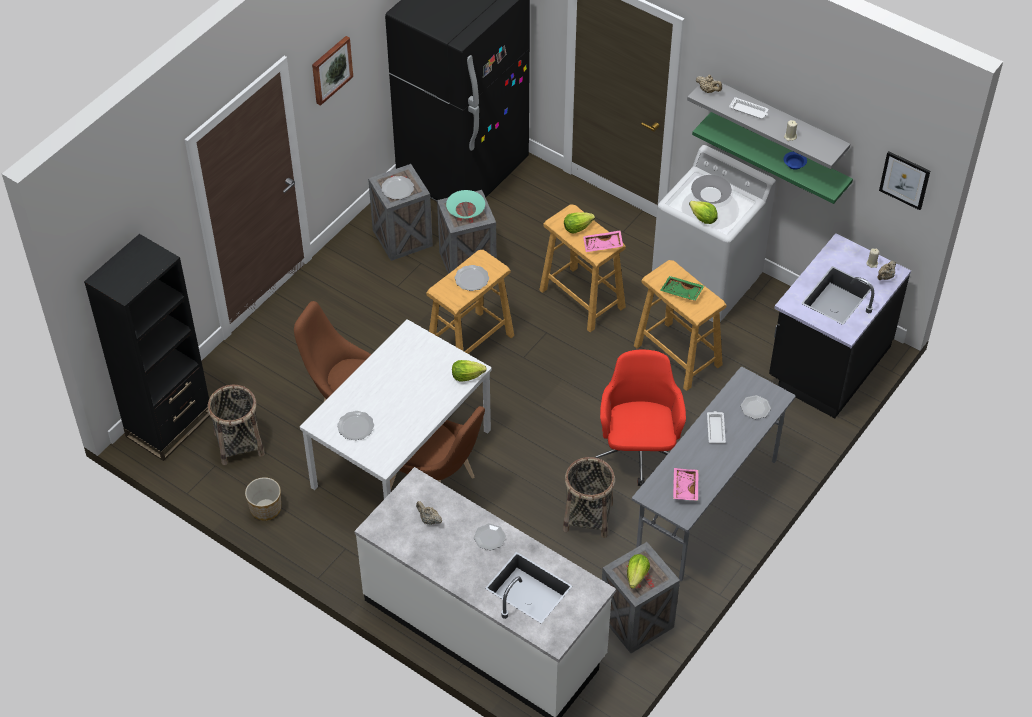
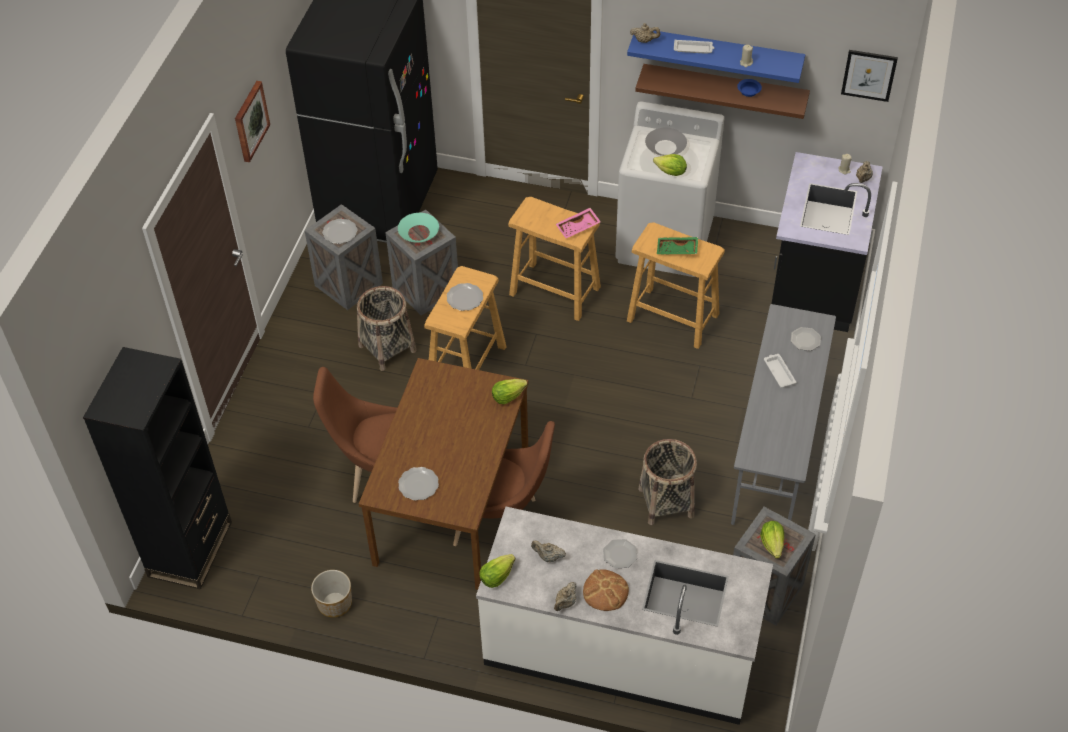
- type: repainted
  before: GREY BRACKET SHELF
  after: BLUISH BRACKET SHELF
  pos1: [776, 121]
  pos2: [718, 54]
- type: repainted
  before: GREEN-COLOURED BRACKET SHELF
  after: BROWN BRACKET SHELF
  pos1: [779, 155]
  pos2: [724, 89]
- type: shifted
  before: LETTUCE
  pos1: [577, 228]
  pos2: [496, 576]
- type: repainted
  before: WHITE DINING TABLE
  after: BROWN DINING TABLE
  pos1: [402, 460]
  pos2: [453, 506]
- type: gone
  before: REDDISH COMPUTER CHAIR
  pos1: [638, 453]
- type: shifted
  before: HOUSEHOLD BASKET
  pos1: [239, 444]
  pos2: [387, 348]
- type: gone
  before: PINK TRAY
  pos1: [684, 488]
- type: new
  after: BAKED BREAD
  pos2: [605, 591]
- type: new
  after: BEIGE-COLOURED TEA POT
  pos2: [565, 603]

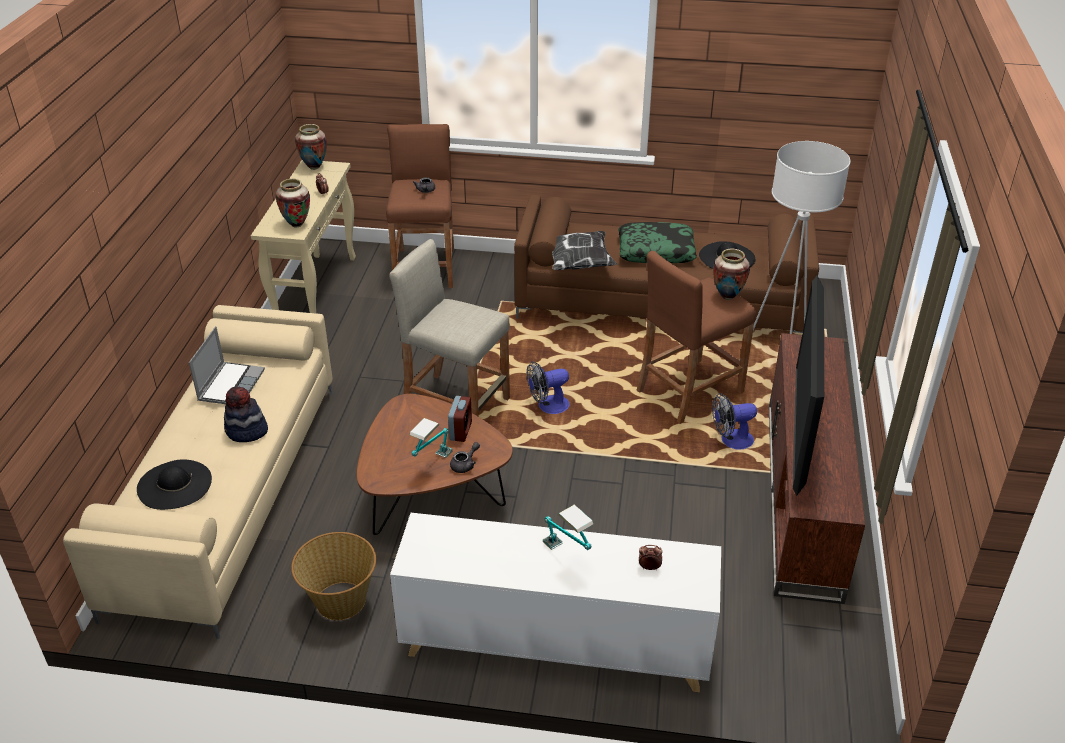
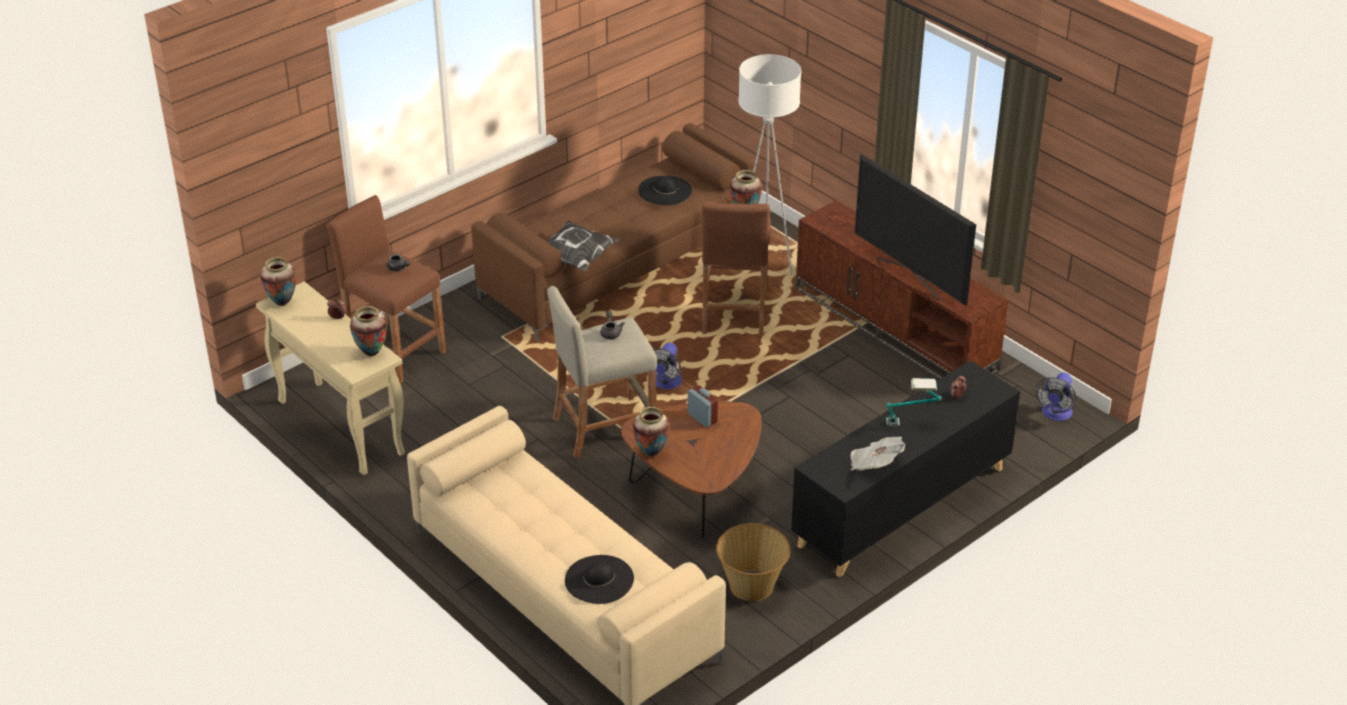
- type: gone
  before: PILLOW
  pos1: [656, 251]
- type: gone
  before: PORTABLE COMPUTER
  pos1: [231, 385]
- type: gone
  before: CLOTHING HAT
  pos1: [246, 431]
- type: shifted
  before: COOLING FAN
  pos1: [731, 441]
  pos2: [1055, 414]
- type: gone
  before: TABLE LAMP
  pos1: [432, 464]
- type: shifted
  before: GREY TEA POT
  pos1: [465, 465]
  pos2: [611, 332]
- type: repainted
  before: WHITE CUPBOARD
  after: BLACKISH CUPBOARD
  pos1: [555, 645]
  pos2: [901, 507]
- type: new
  after: FLOWER VASE
  pos2: [651, 453]
- type: new
  after: NEWSPAPER
  pos2: [874, 464]

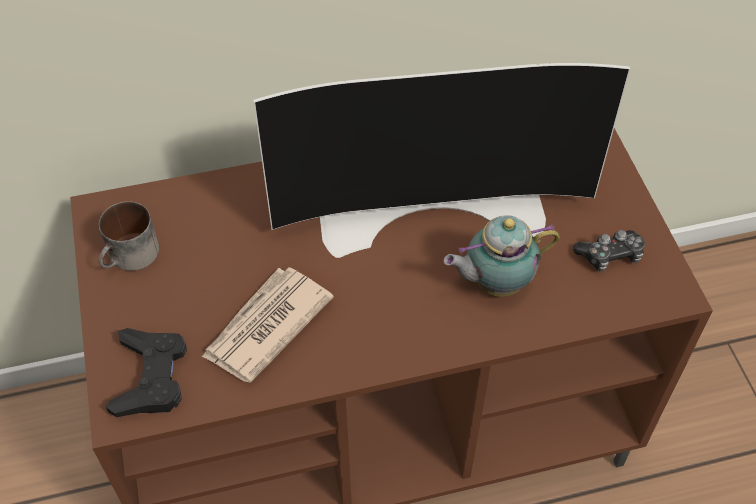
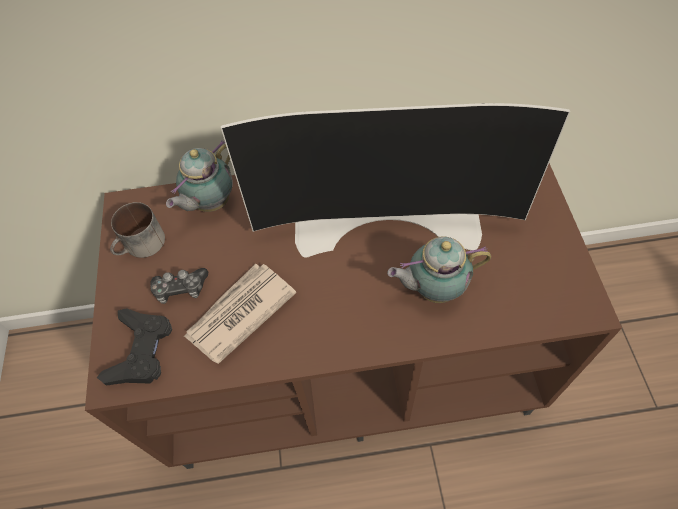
- type: shifted
  before: GAMEPAD
  pos1: [610, 255]
  pos2: [181, 289]
- type: new
  after: TEA POT
  pos2: [210, 203]

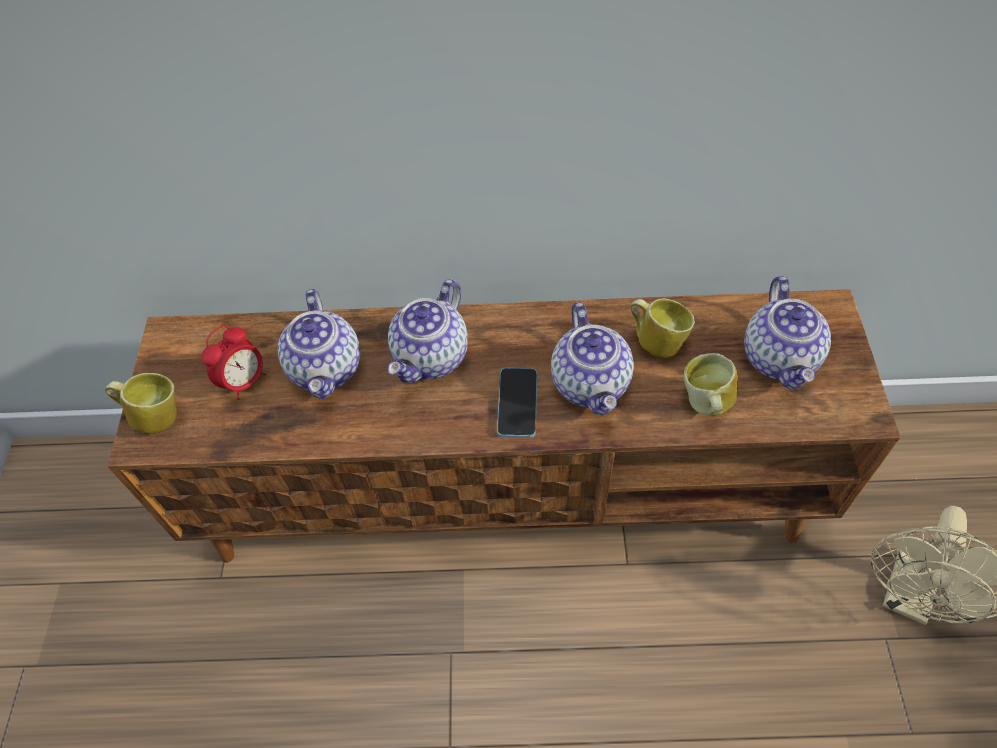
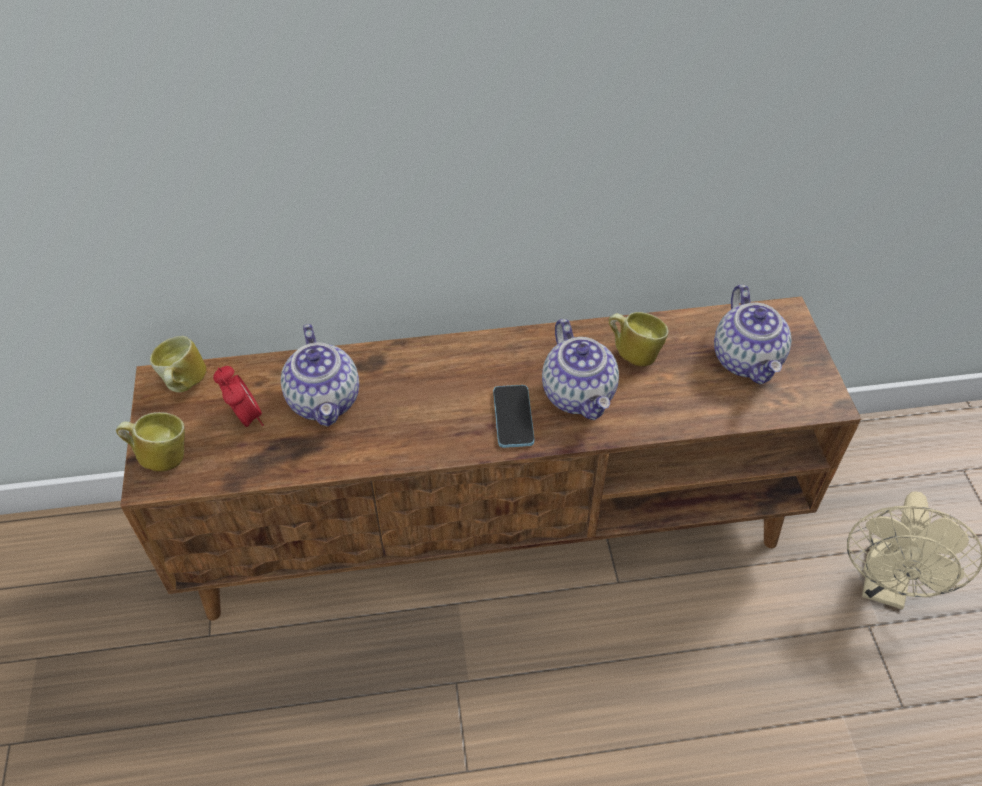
- type: gone
  before: TEA POT
  pos1: [432, 357]
- type: rotated
  before: ALARM CLOCK
  pos1: [244, 381]
  pos2: [245, 418]
  turn: -60
- type: shifted
  before: MUG
  pos1: [705, 405]
  pos2: [183, 385]

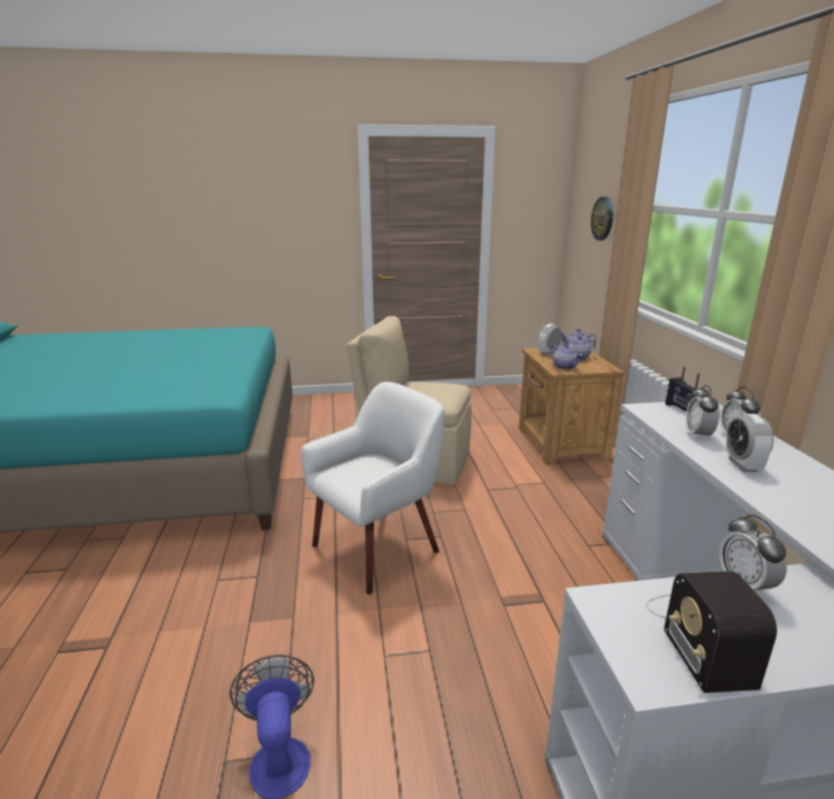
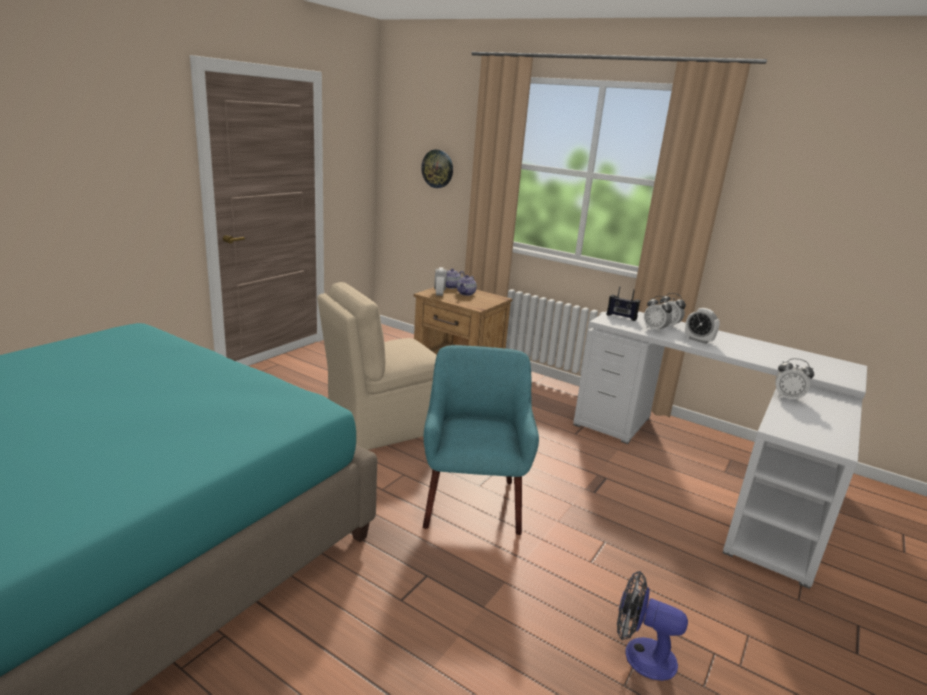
- type: gone
  before: TEA POT
  pos1: [565, 367]
- type: repainted
  before: WHITE ARMCHAIR
  after: BLUE-GREEN ARMCHAIR
  pos1: [377, 548]
  pos2: [472, 502]
- type: gone
  before: RADIO RECEIVER
  pos1: [699, 635]

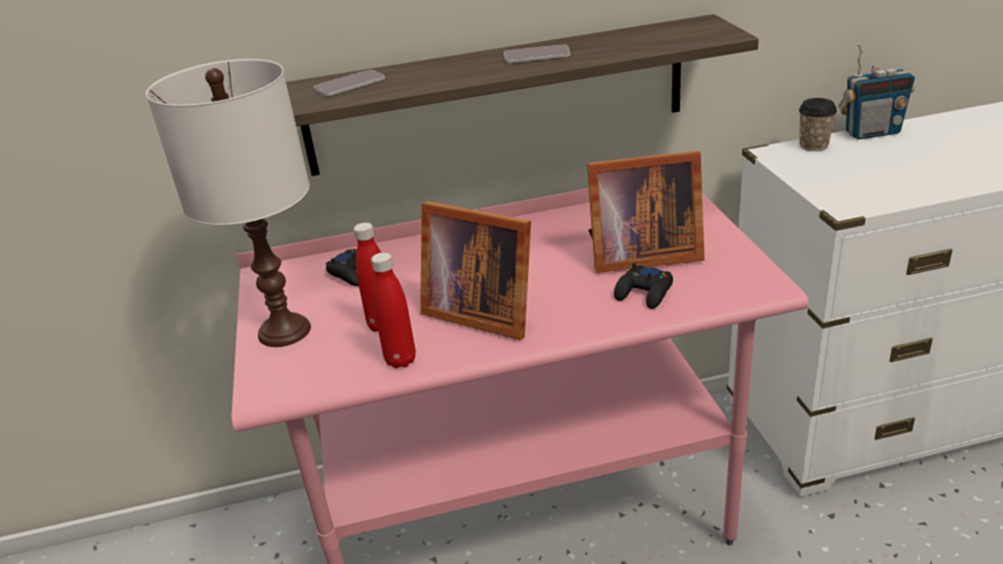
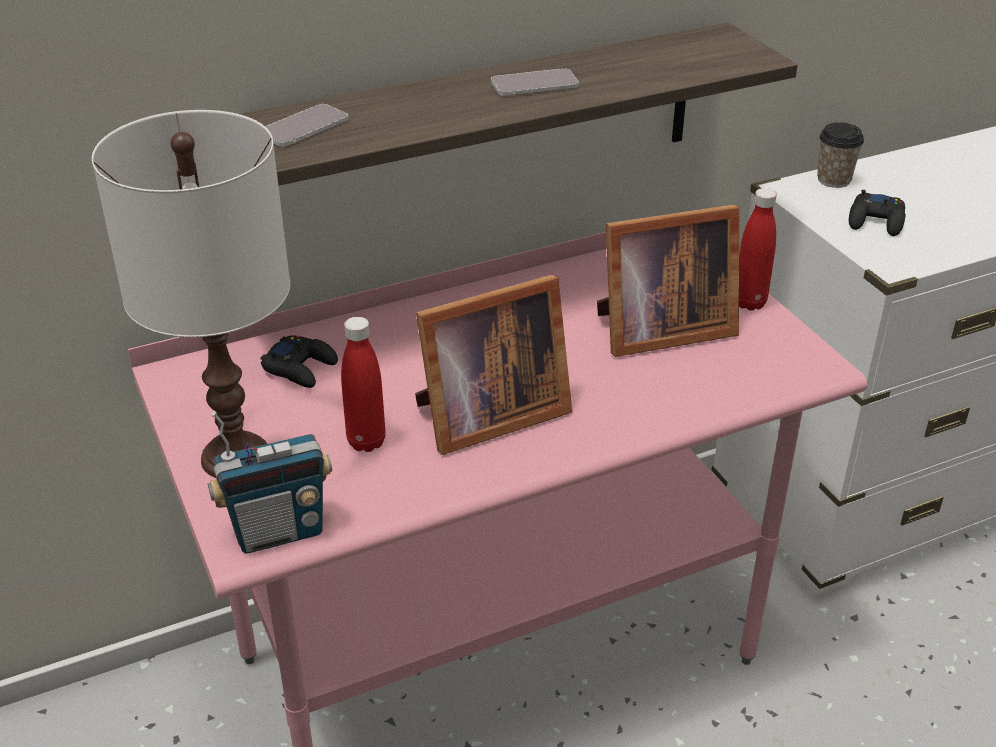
- type: shifted
  before: RADIO RECEIVER
  pos1: [871, 133]
  pos2: [278, 532]
- type: rotated
  before: PHOTO FRAME
  pos1: [479, 312]
  pos2: [485, 416]
  turn: -45
- type: shifted
  before: REDDISH BEVERAGE BOTTLE
  pos1: [400, 360]
  pos2: [749, 303]
- type: shifted
  before: BLACKISH GAMEPAD
  pos1: [644, 293]
  pos2: [876, 221]

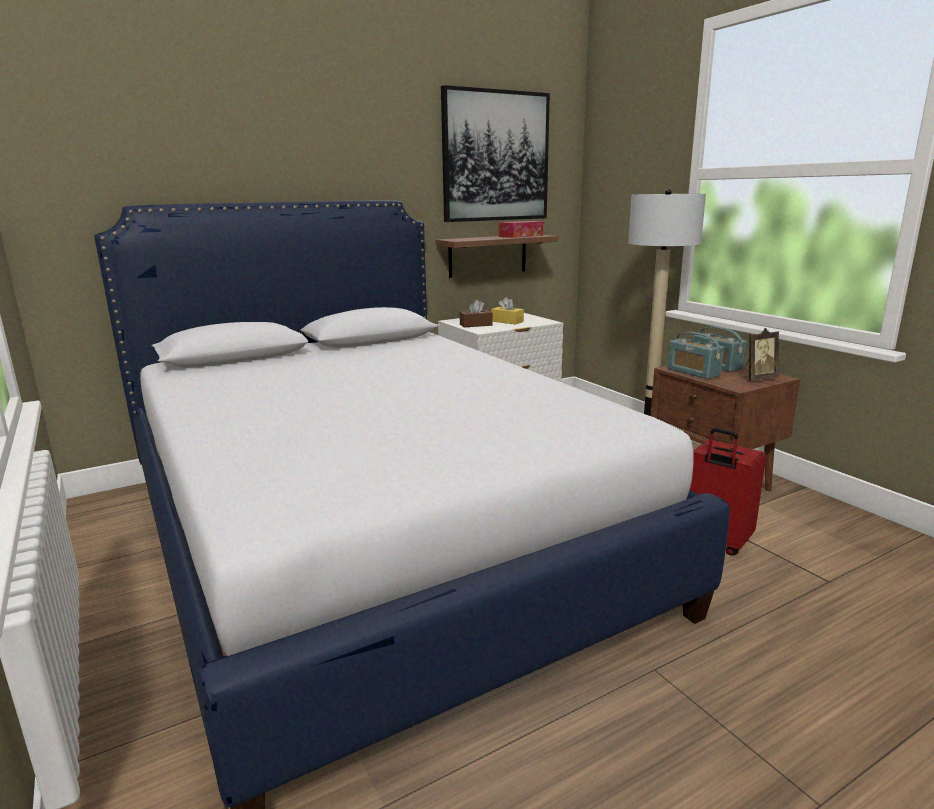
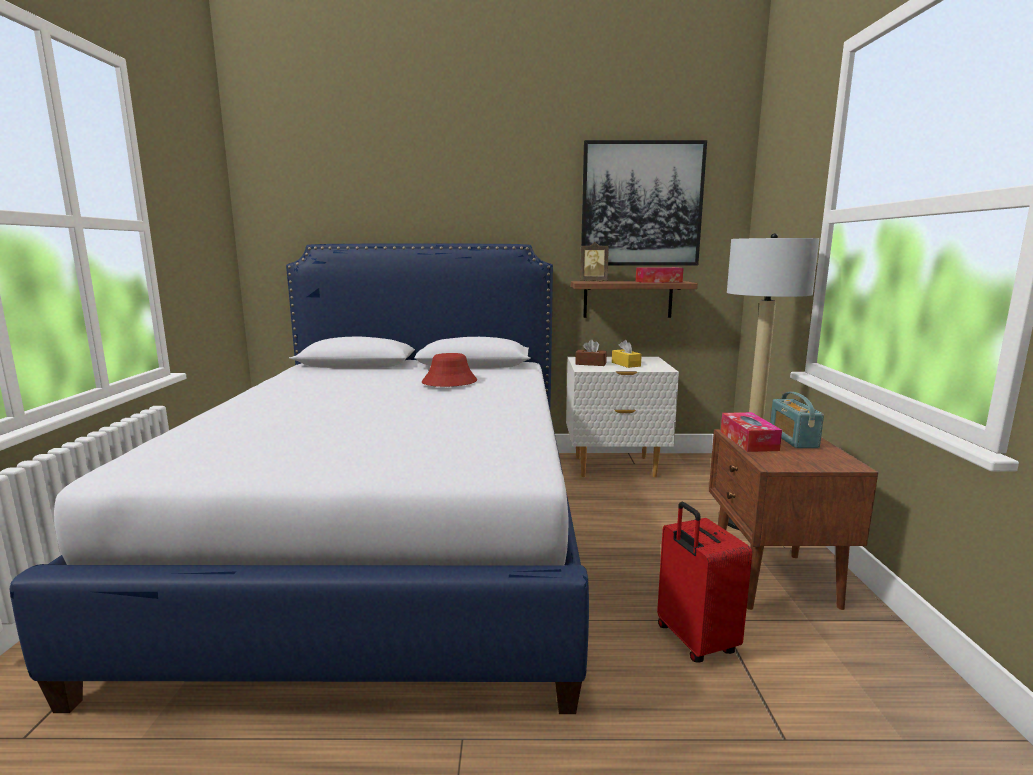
- type: shifted
  before: PHOTO FRAME
  pos1: [757, 379]
  pos2: [593, 281]
- type: swapped
  before: RADIO RECEIVER
  after: TISSUE HOLDER
  pos1: [693, 372]
  pos2: [748, 441]
- type: new
  after: REDDISH CLOTHING HAT
  pos2: [449, 382]

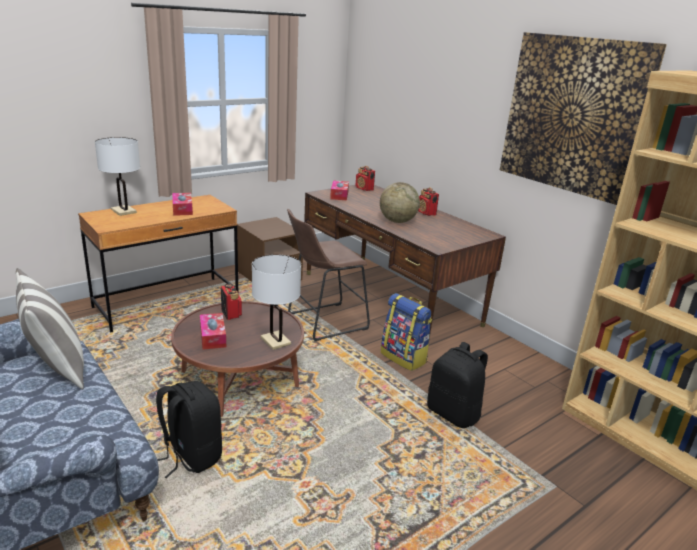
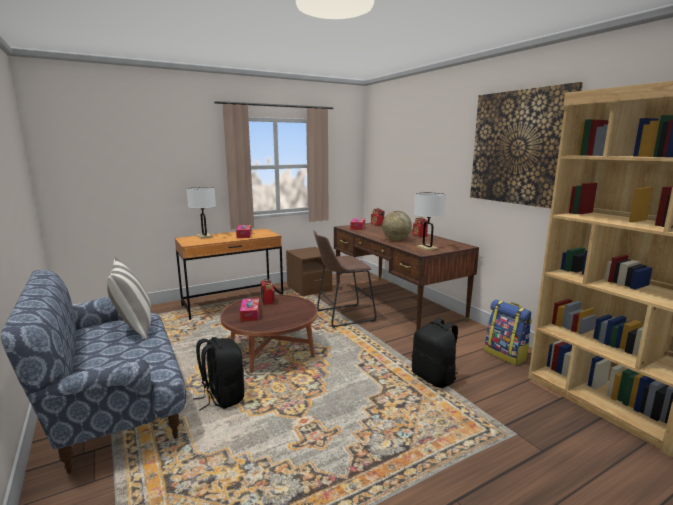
- type: shifted
  before: WHITE TABLE LAMP
  pos1: [276, 341]
  pos2: [427, 248]
- type: shifted
  before: KNAPSACK
  pos1: [404, 358]
  pos2: [506, 355]

